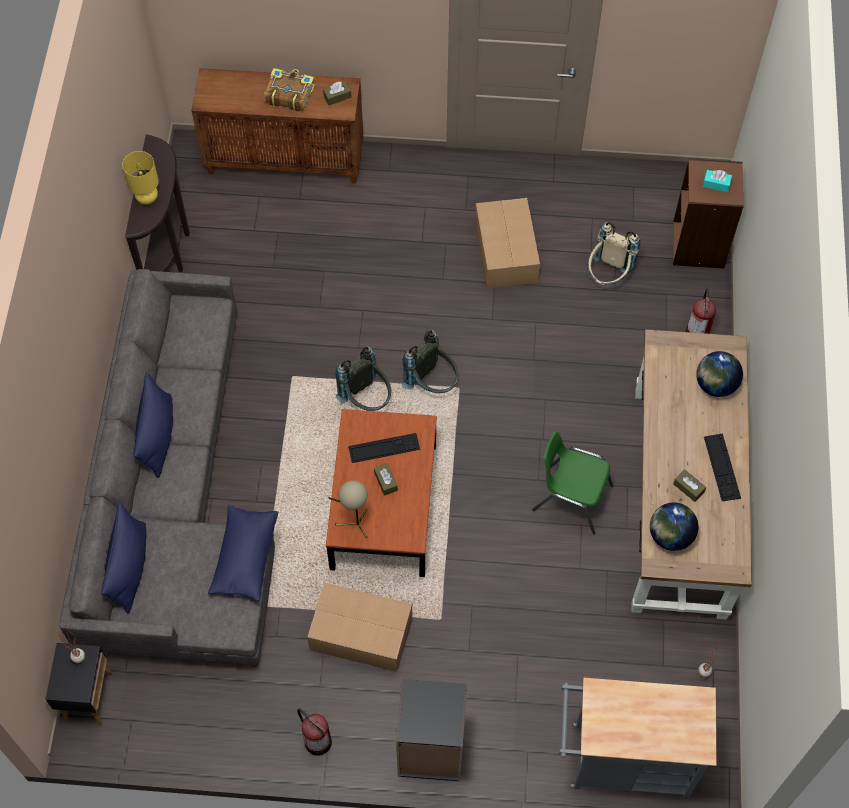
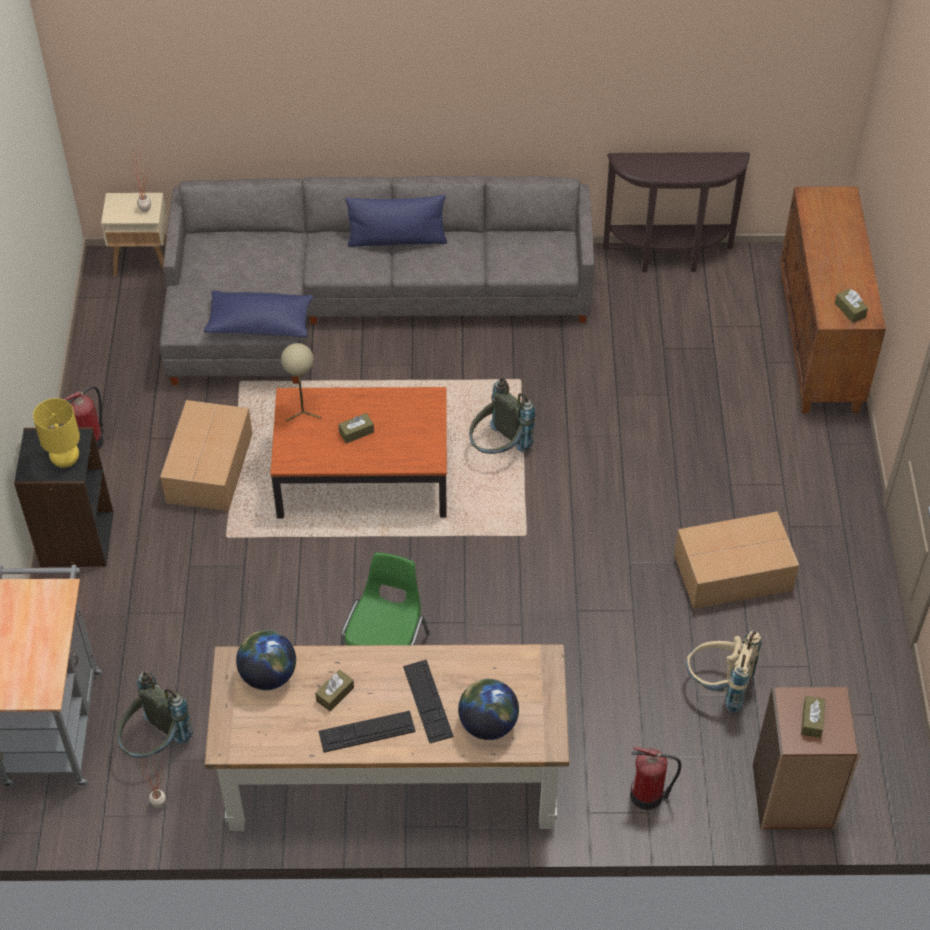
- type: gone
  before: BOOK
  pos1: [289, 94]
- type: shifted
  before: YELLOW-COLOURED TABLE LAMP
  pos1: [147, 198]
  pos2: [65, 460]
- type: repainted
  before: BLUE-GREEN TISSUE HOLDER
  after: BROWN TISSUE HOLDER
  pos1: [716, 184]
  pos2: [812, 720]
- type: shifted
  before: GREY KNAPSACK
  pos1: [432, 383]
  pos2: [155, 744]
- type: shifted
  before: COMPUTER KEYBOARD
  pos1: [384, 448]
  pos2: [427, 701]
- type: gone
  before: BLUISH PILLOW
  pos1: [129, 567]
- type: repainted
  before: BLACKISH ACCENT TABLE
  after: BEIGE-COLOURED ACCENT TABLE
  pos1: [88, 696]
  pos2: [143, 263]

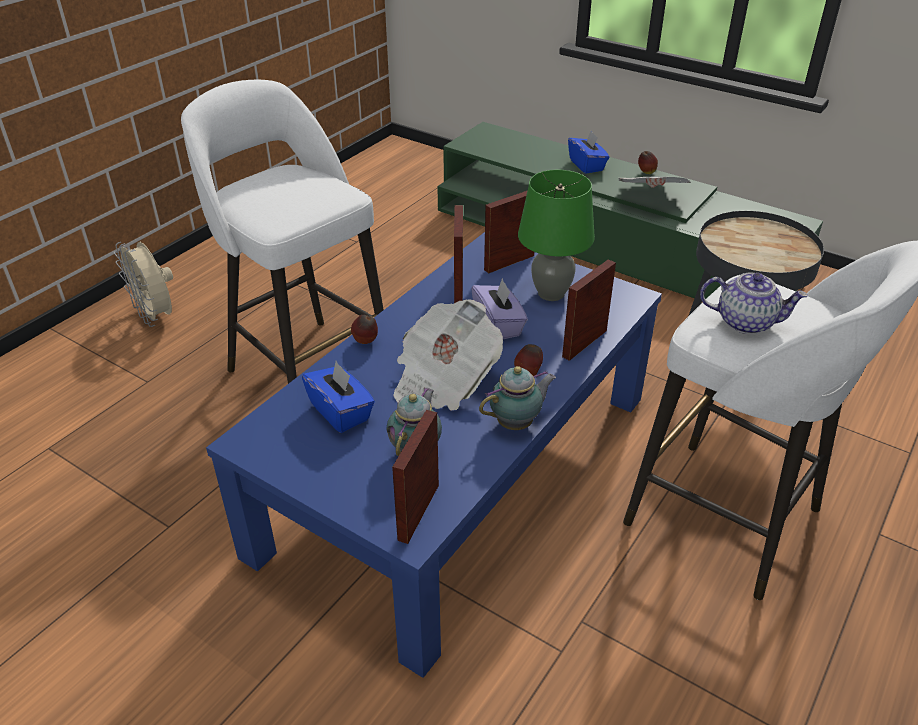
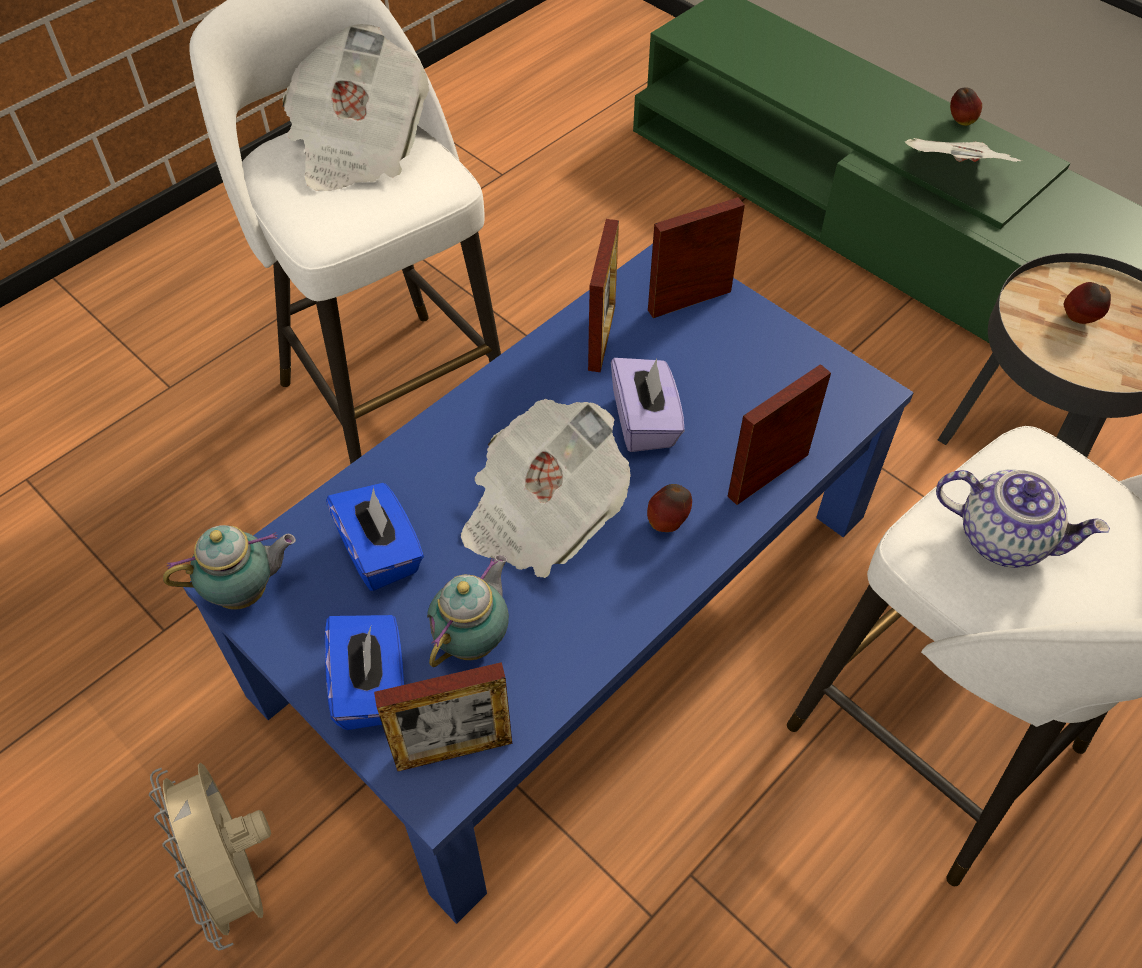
- type: shifted
  before: BLUISH TISSUE HOLDER
  pos1: [587, 165]
  pos2: [371, 687]
- type: gone
  before: GREEN-COLOURED TABLE LAMP
  pos1: [550, 293]
- type: shifted
  before: BEIGE-COLOURED COOLING FAN
  pos1: [156, 317]
  pos2: [237, 876]
- type: shifted
  before: WHOLE APPLE
  pos1: [366, 342]
  pos2: [1079, 320]
- type: shifted
  before: TEA POT
  pos1: [517, 423]
  pos2: [246, 592]
- type: rotated
  before: PHOTO FRAME
  pos1: [418, 512]
  pos2: [453, 750]
  turn: -135
- type: new
  after: NEWSPAPER
  pos2: [358, 145]

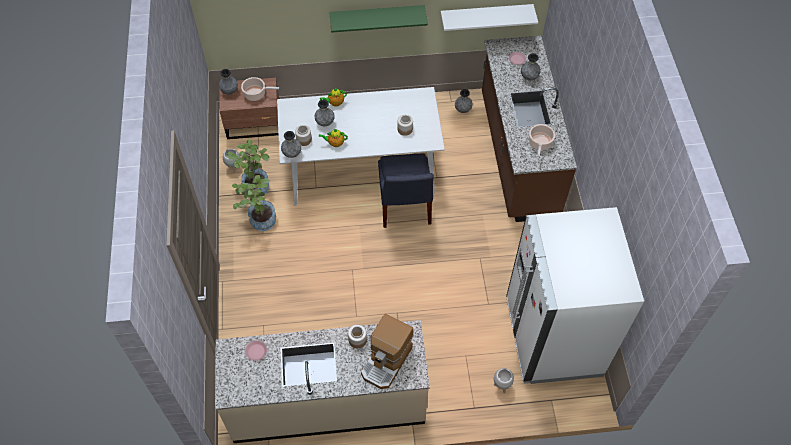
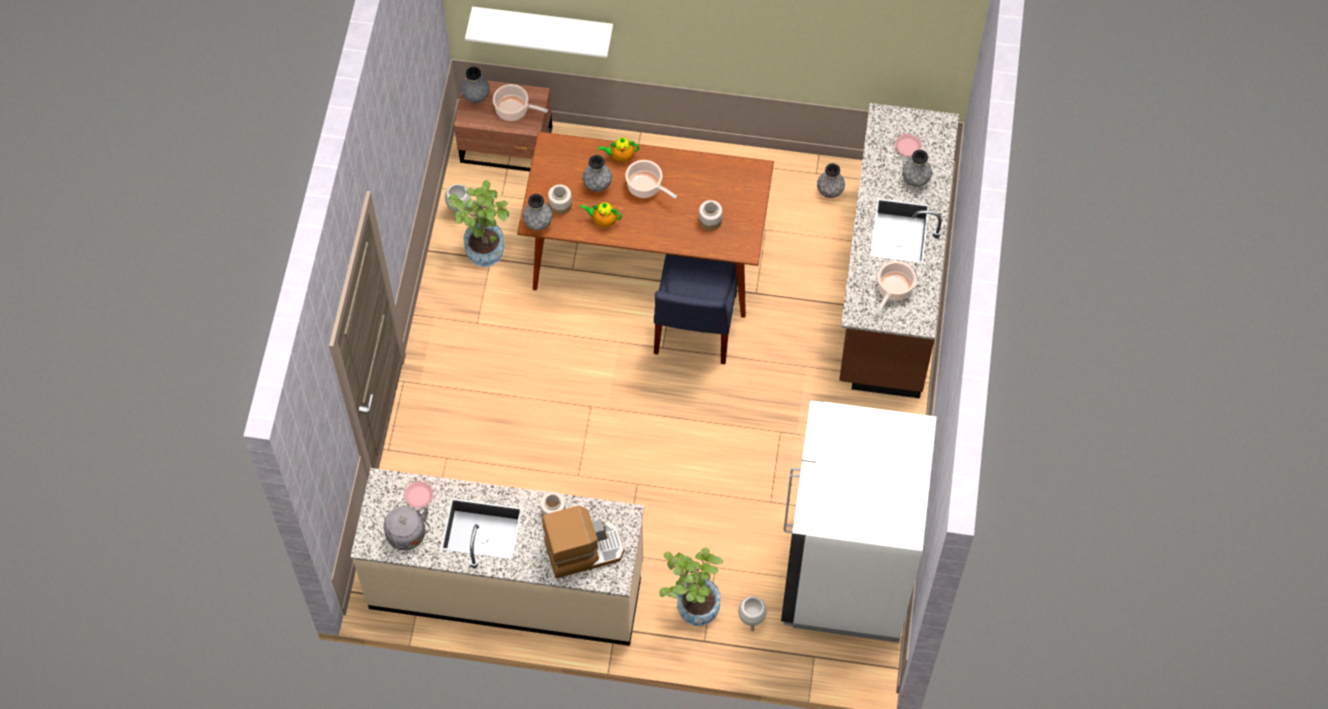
- type: shifted
  before: WHITE BRACKET SHELF
  pos1: [486, 15]
  pos2: [543, 25]
- type: gone
  before: GREEN-COLOURED BRACKET SHELF
  pos1: [377, 17]
- type: repainted
  before: WHITE DINING TABLE
  after: BROWN DINING TABLE
  pos1: [361, 167]
  pos2: [648, 252]
- type: shifted
  before: PLANT IN A POT
  pos1: [259, 220]
  pos2: [692, 604]
- type: rotated
  before: COFFEE MACHINE
  pos1: [387, 361]
  pos2: [583, 549]
  turn: -150
- type: new
  after: SAUCEPOT
  pos2: [646, 187]
- type: new
  after: GREY KETTLE
  pos2: [408, 536]

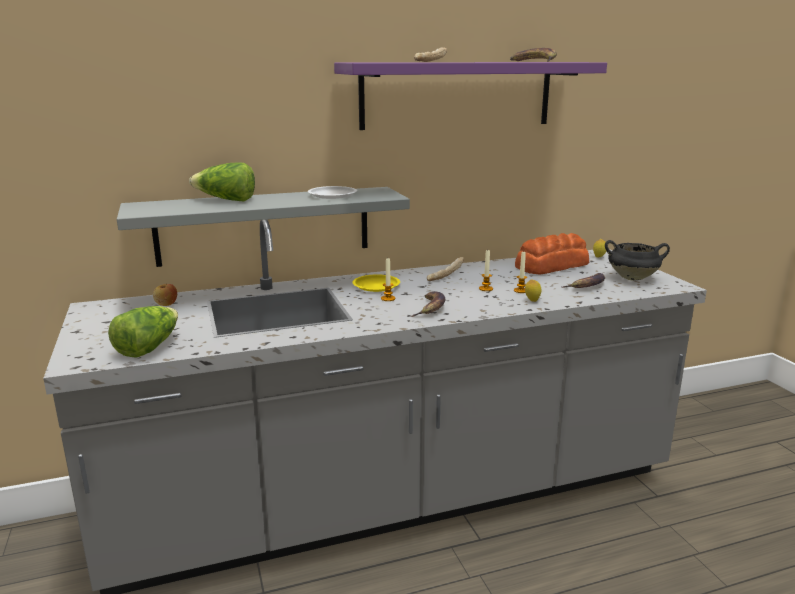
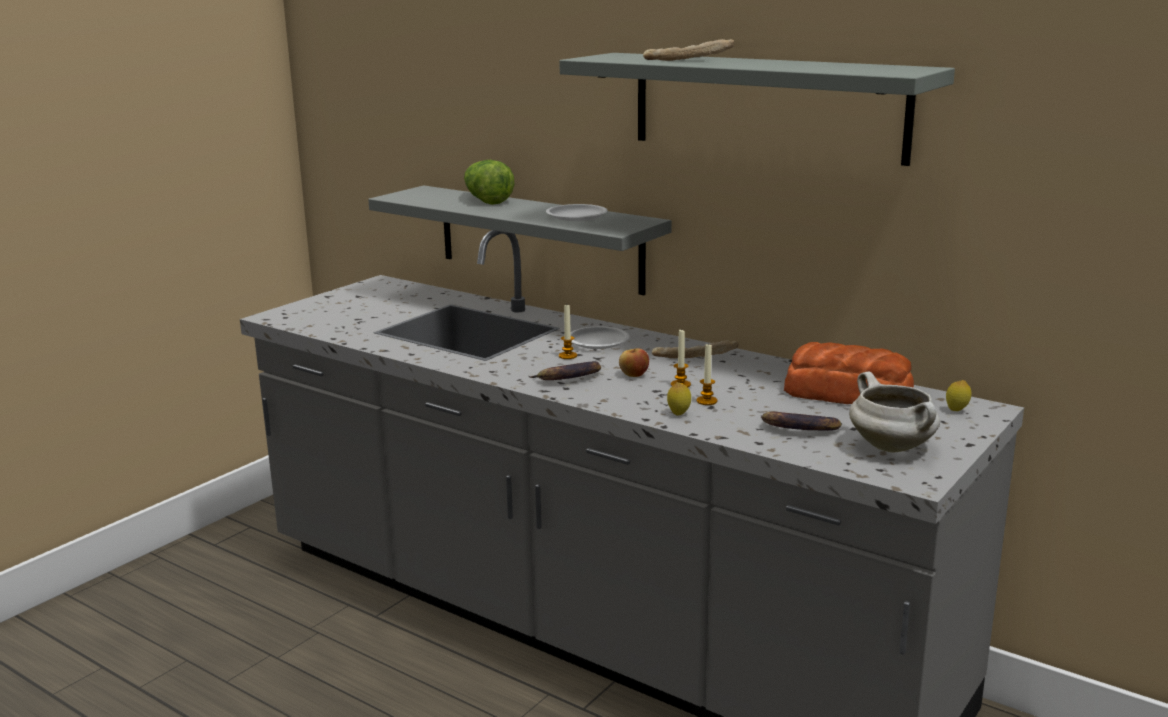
- type: gone
  before: BANANA
  pos1: [535, 61]
- type: repainted
  before: PURPLE BRACKET SHELF
  after: GREY BRACKET SHELF
  pos1: [457, 95]
  pos2: [766, 106]
- type: repainted
  before: BLACKISH SAUCEPOT
  after: WHITE SAUCEPOT
  pos1: [633, 278]
  pos2: [893, 447]
- type: repainted
  before: YELLOW-COLOURED PLATE
  after: WHITE PLATE
  pos1: [376, 286]
  pos2: [598, 342]
- type: shifted
  before: WHOLE APPLE
  pos1: [166, 304]
  pos2: [634, 375]
- type: gone
  before: LETTUCE
  pos1: [148, 347]

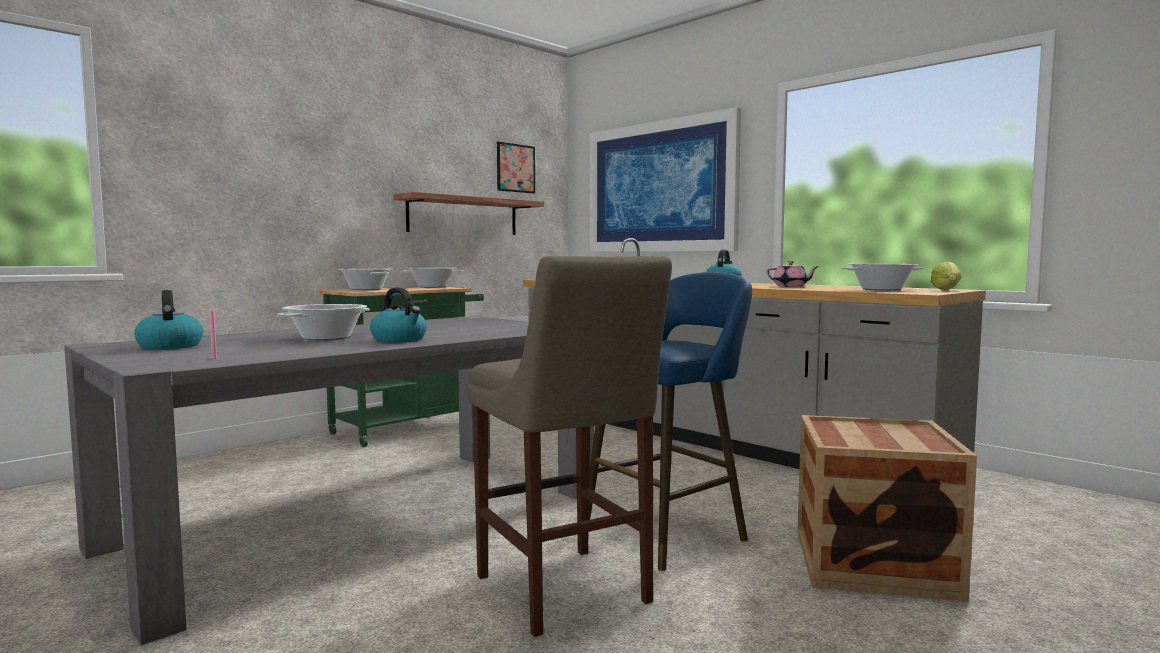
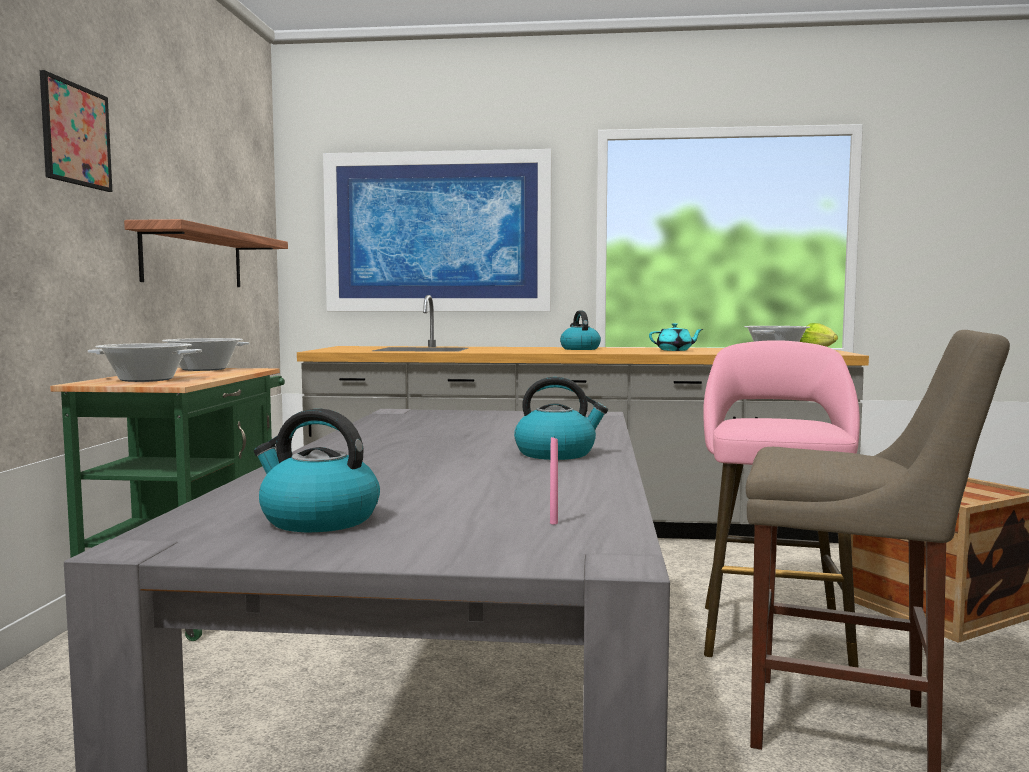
- type: shifted
  before: WALL PICTURE
  pos1: [515, 168]
  pos2: [76, 135]
- type: repainted
  before: PINK TEA POT
  after: BLUE-GREEN TEA POT
  pos1: [790, 286]
  pos2: [675, 350]
- type: repainted
  before: BLUISH SITTING STOOL
  after: PINK SITTING STOOL
  pos1: [670, 532]
  pos2: [773, 632]
- type: gone
  before: SAUCEPOT
  pos1: [327, 338]

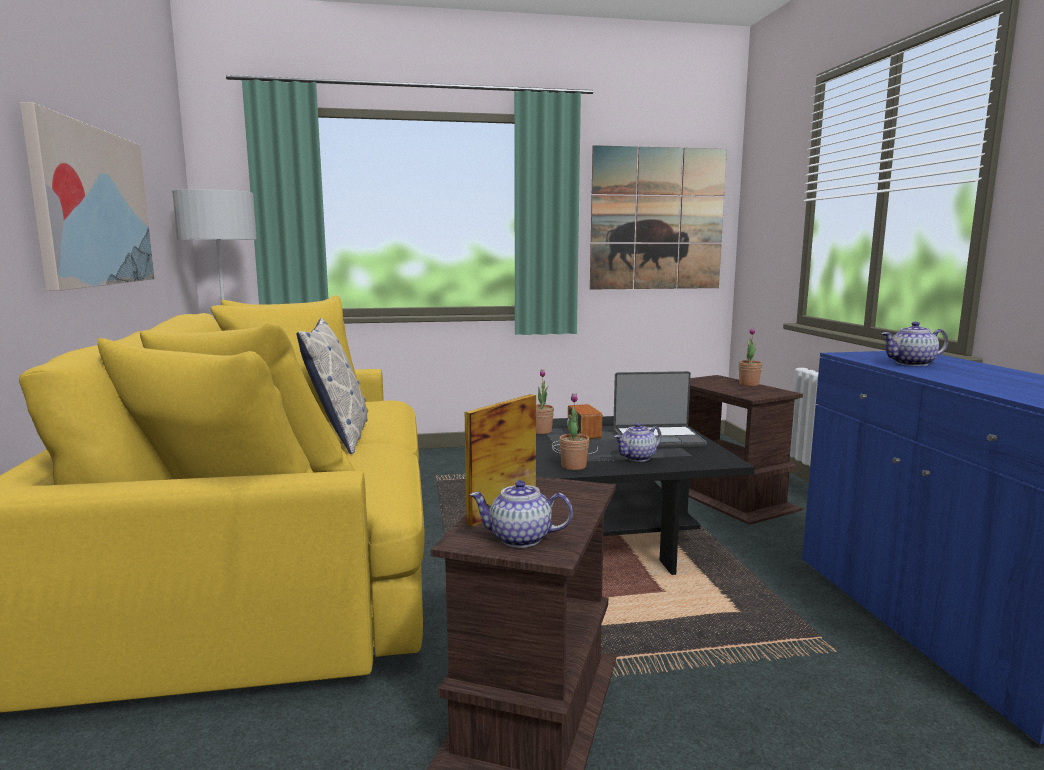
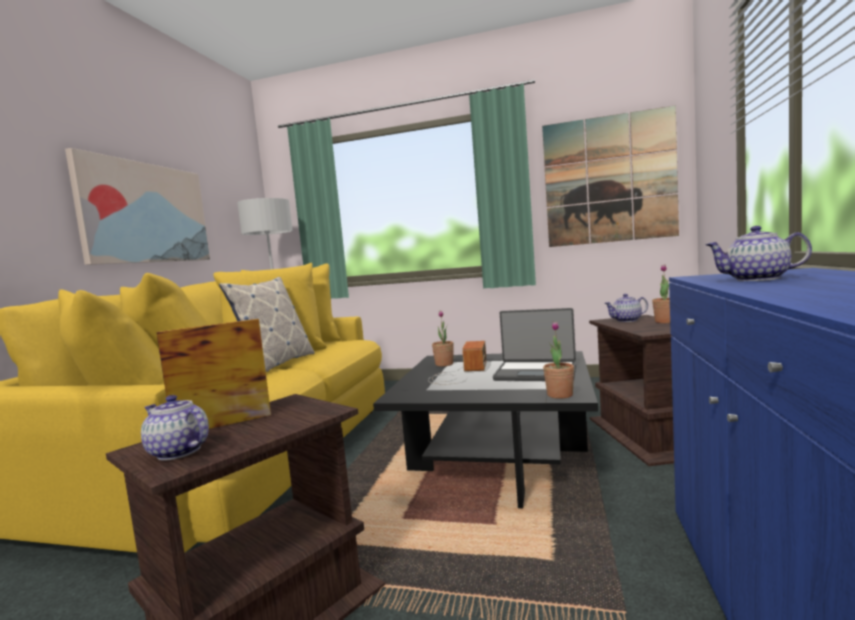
- type: shifted
  before: PLANT IN A POT
  pos1: [573, 466]
  pos2: [560, 395]
- type: shifted
  before: TEA POT
  pos1: [637, 458]
  pos2: [626, 320]

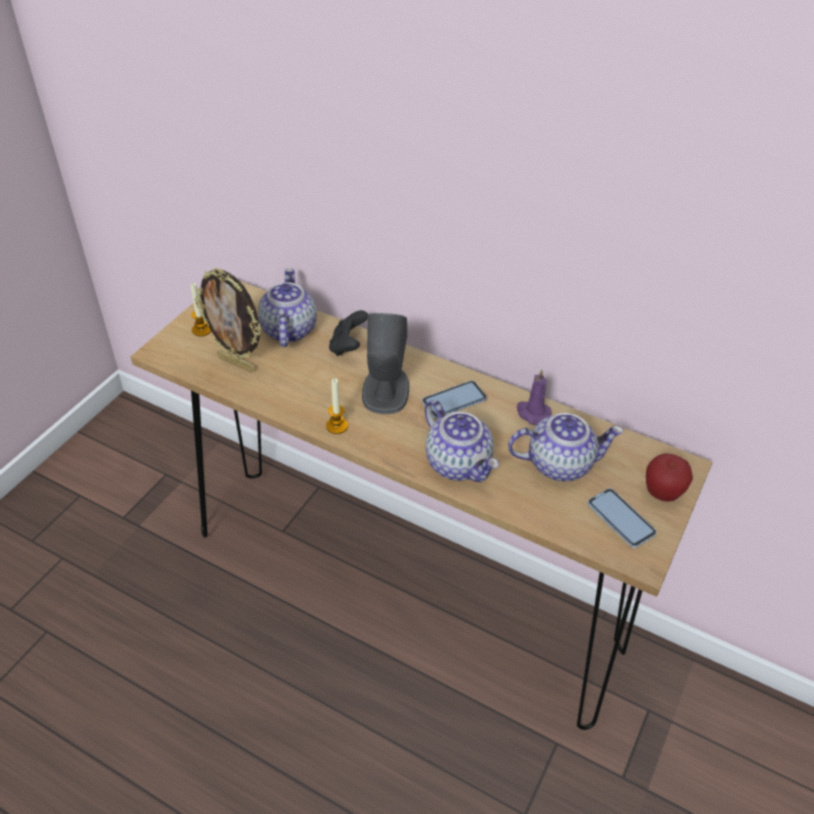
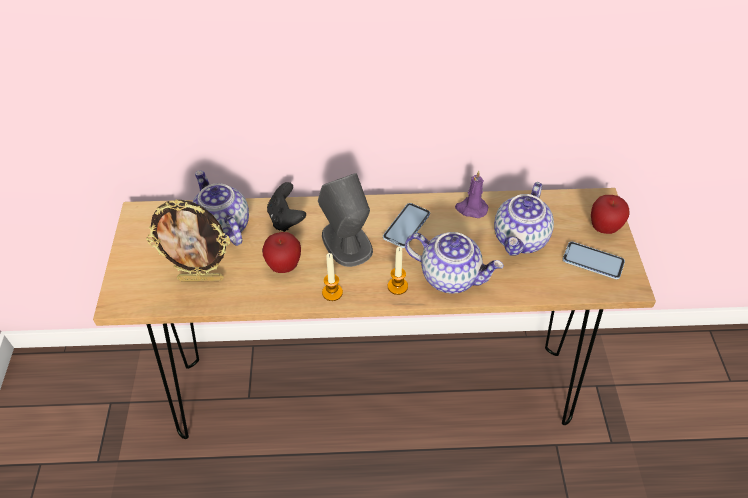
- type: shifted
  before: WAX CANDLE
  pos1: [202, 330]
  pos2: [397, 286]
- type: rotated
  before: TEA POT
  pos1: [560, 463]
  pos2: [520, 239]
  turn: 150
- type: new
  after: WHOLE APPLE
  pos2: [284, 266]

